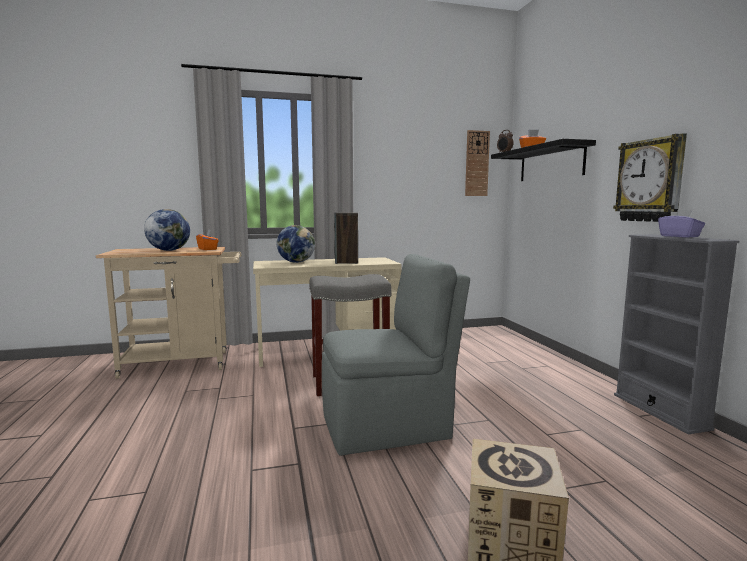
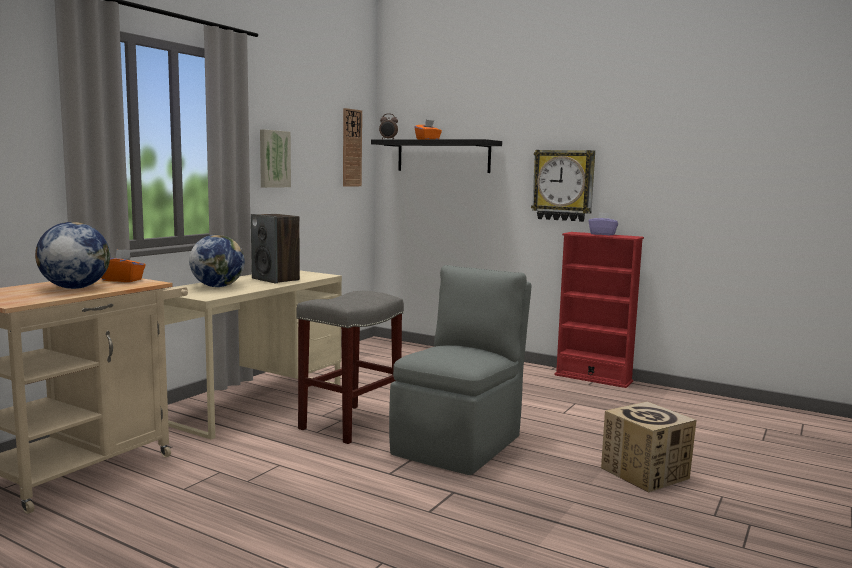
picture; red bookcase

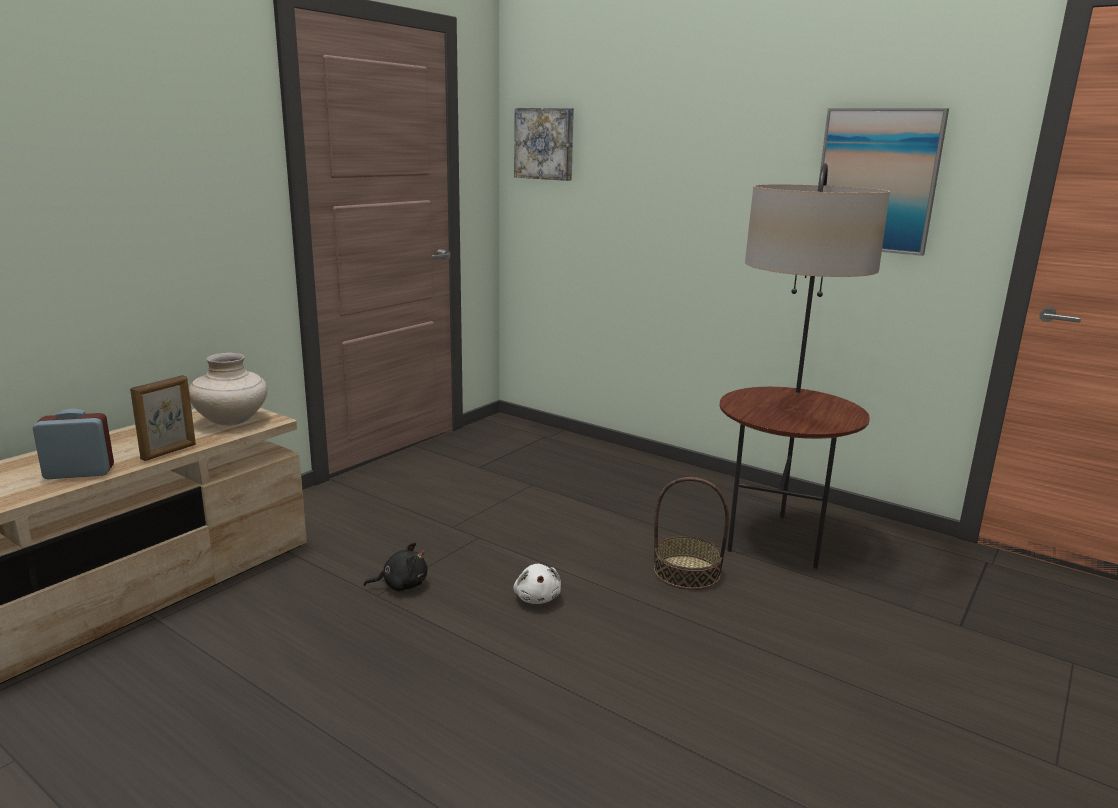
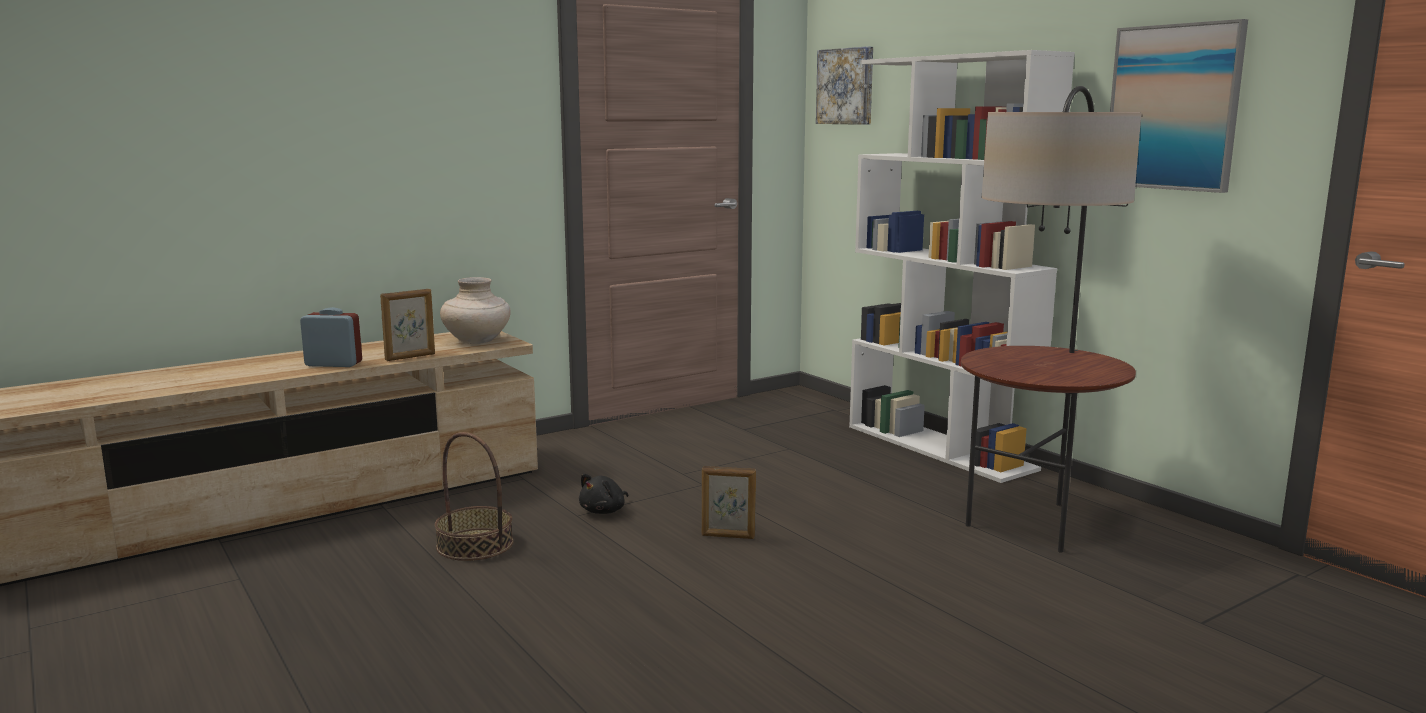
basket; black plush toy; picture frame (no. 2 from left); white bookcase

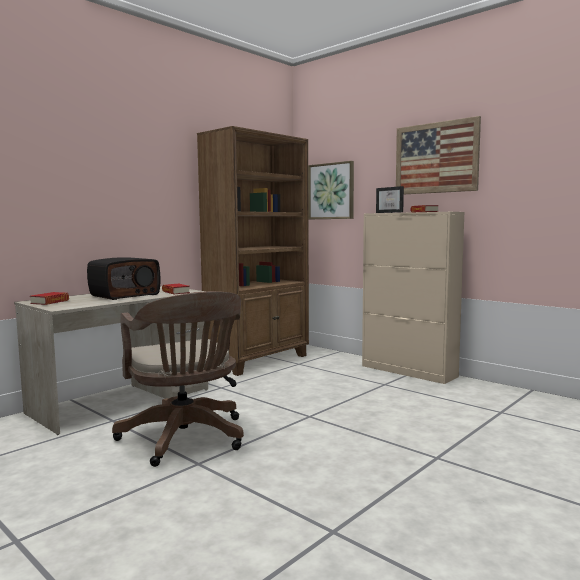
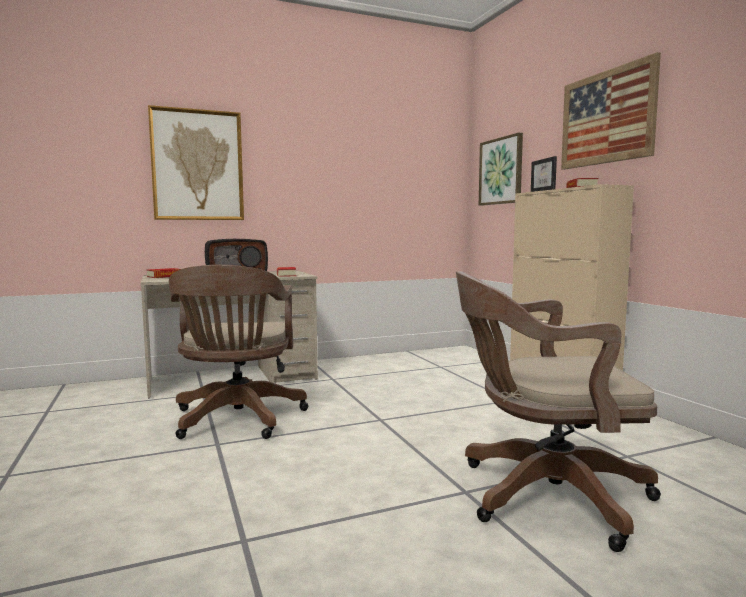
picture (no. 1 from left); brown office chair (no. 2 from left); brown bookcase

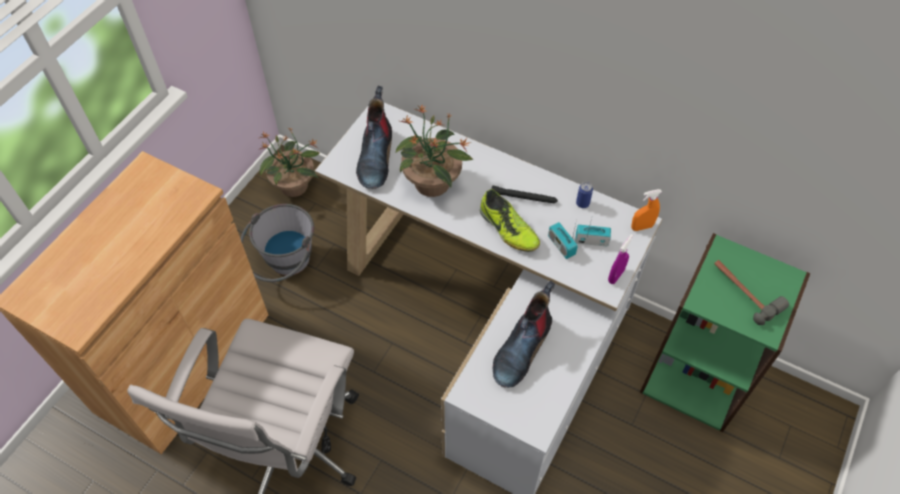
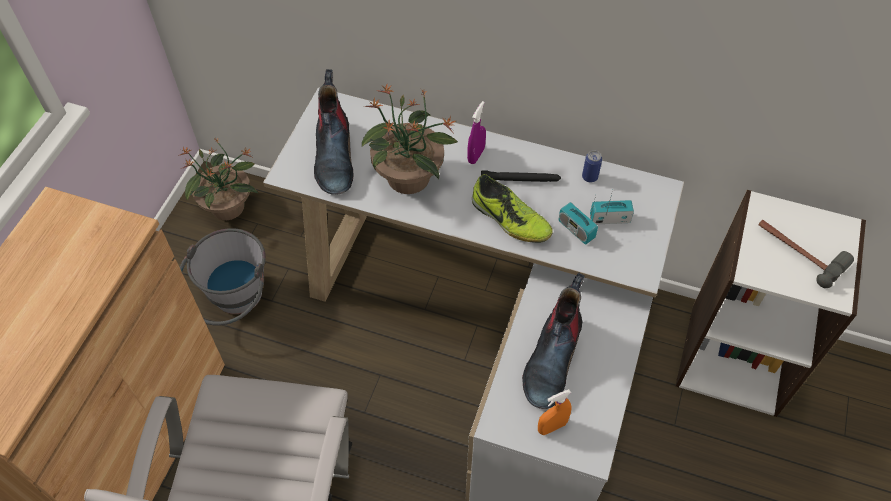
purple spray bottle; orange spray bottle; white bookcase

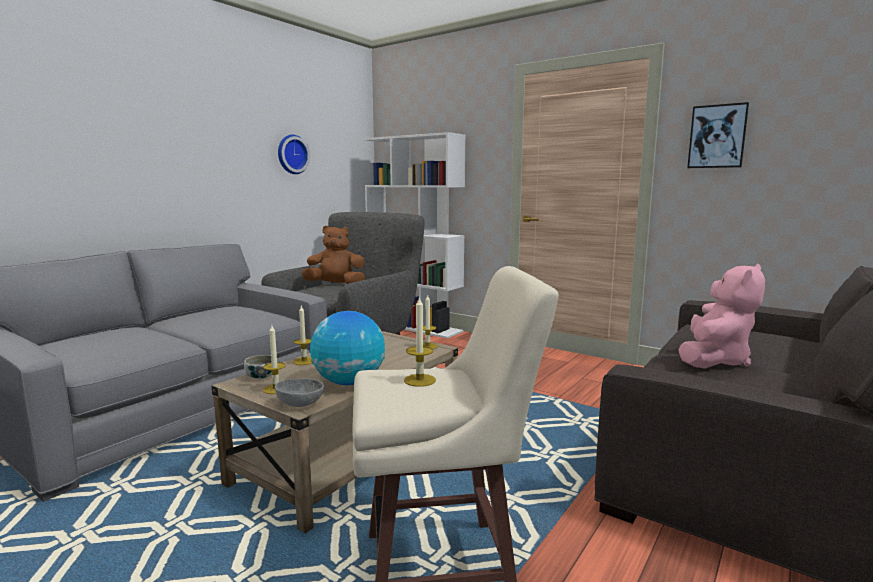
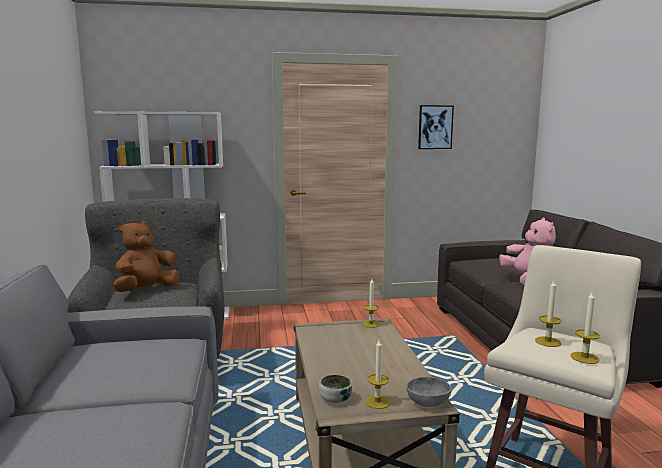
candle (no. 4 from left); wall clock; globe

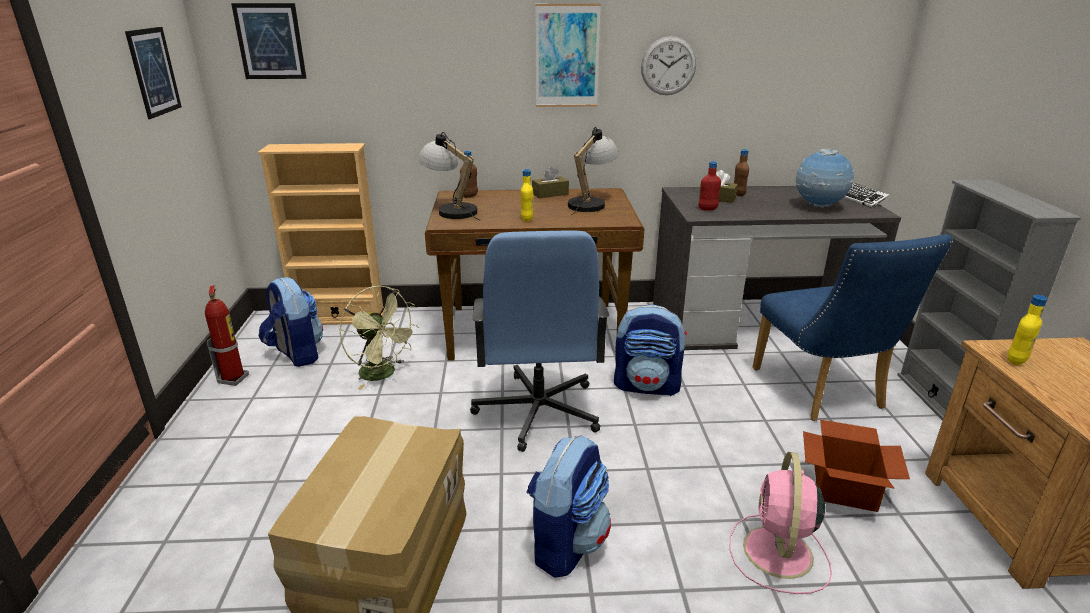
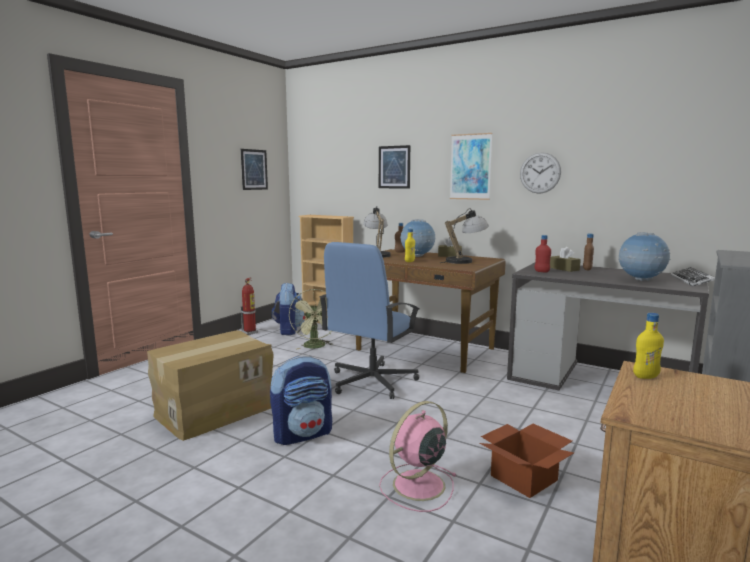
picture (no. 2 from left); globe (no. 1 from left); backpack (no. 3 from left in the first image); blue chair

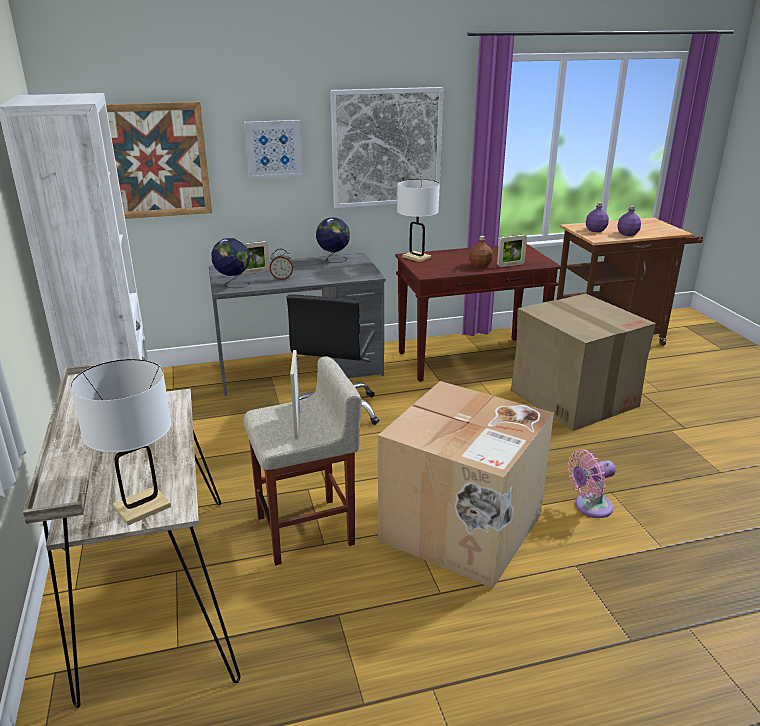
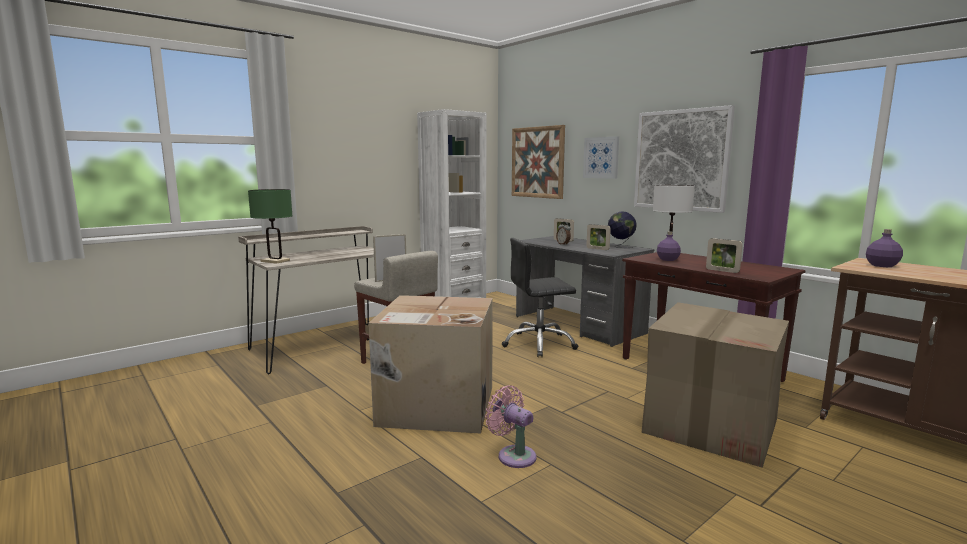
green table lamp; picture frame (no. 3 from left); purple bottle (no. 1 from left); globe (no. 1 from left in the first image); brown bottle

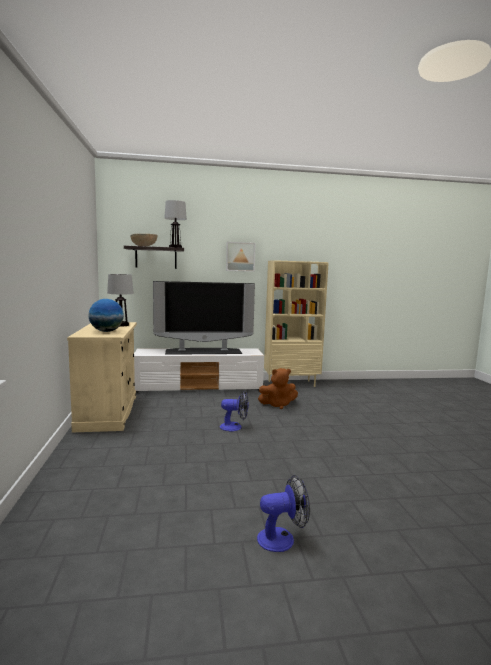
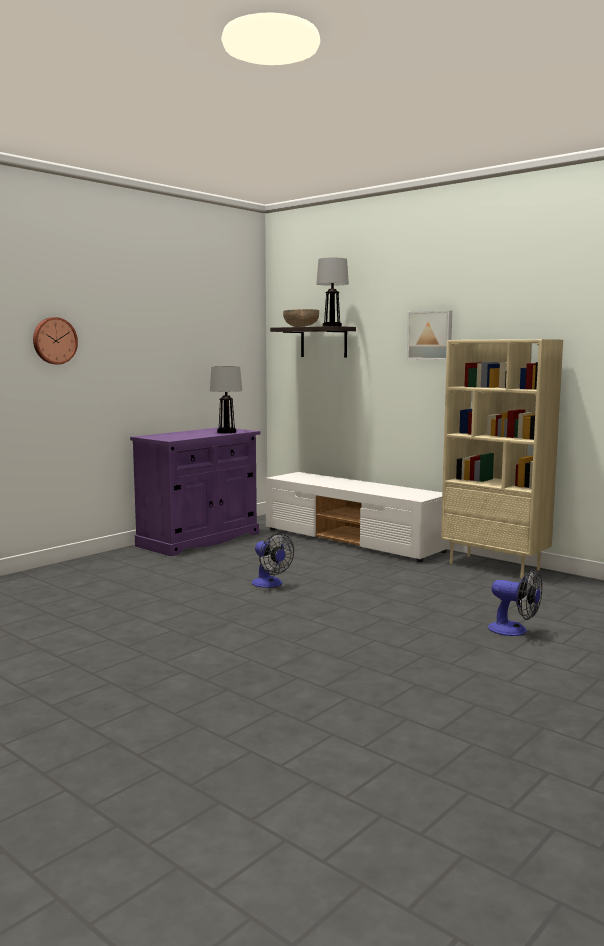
wall clock; purple cabinet; fan (no. 2 from left); globe; television; brown plush toy

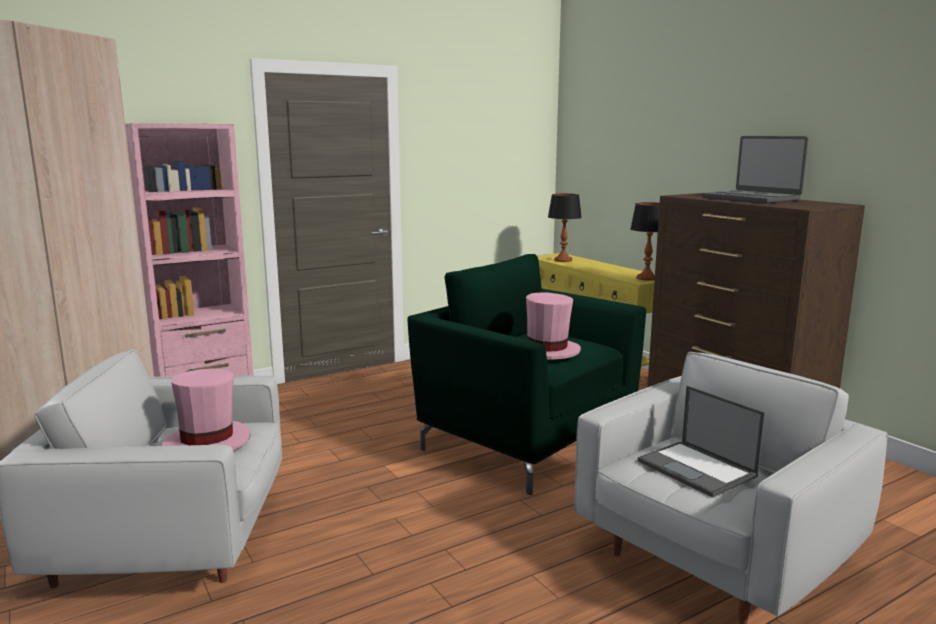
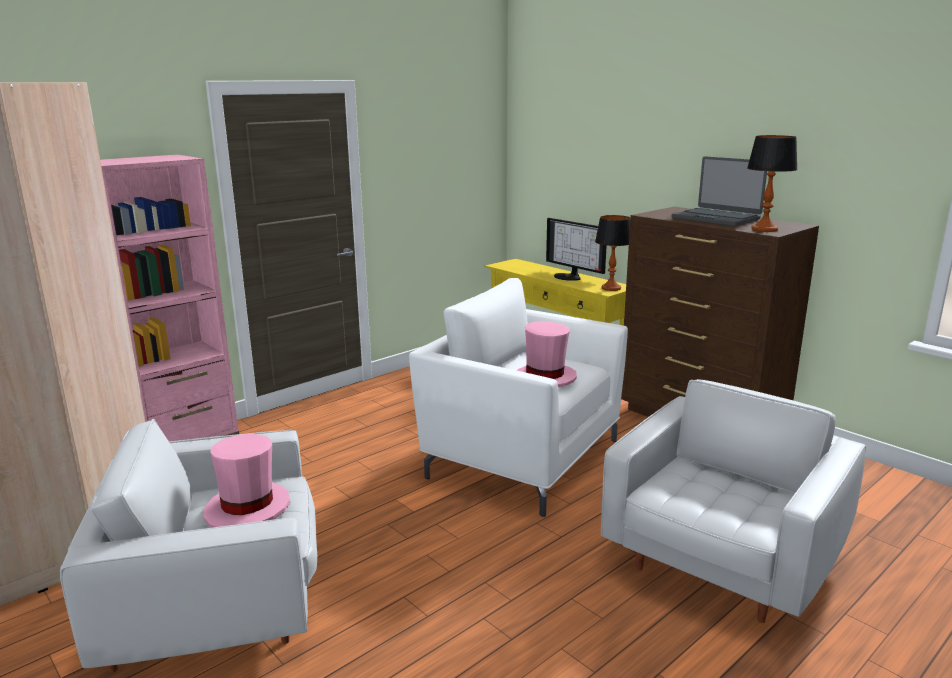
white armchair (no. 2 from left); monitor; table lamp (no. 2 from left); laptop (no. 1 from left in the first image)

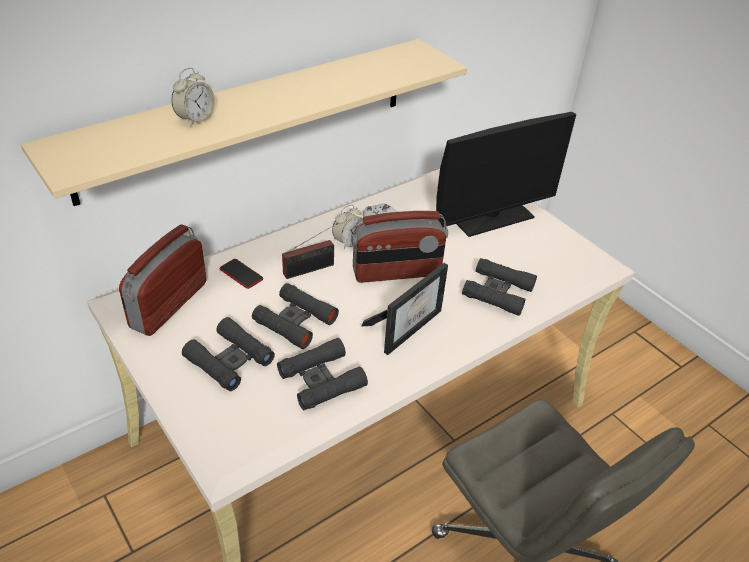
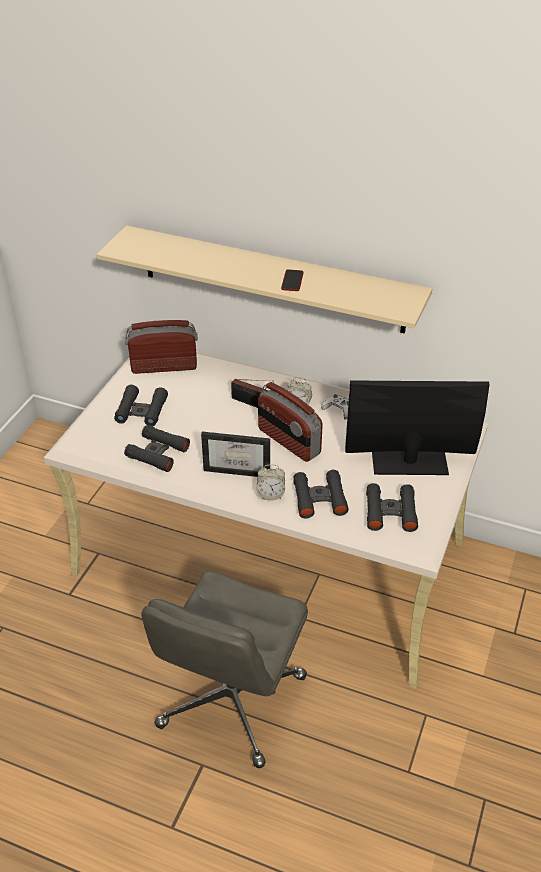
alarm clock (no. 1 from left); phone; monitor; black binoculars (no. 4 from left)

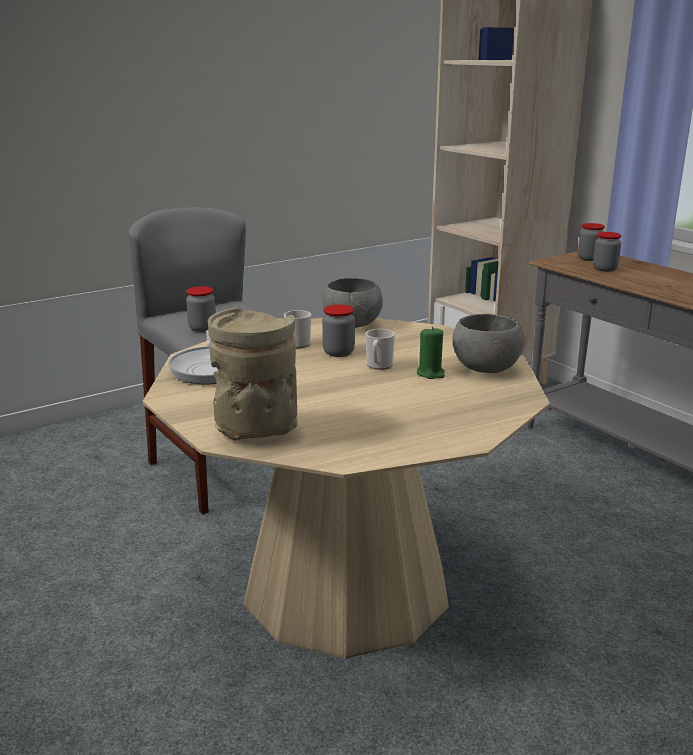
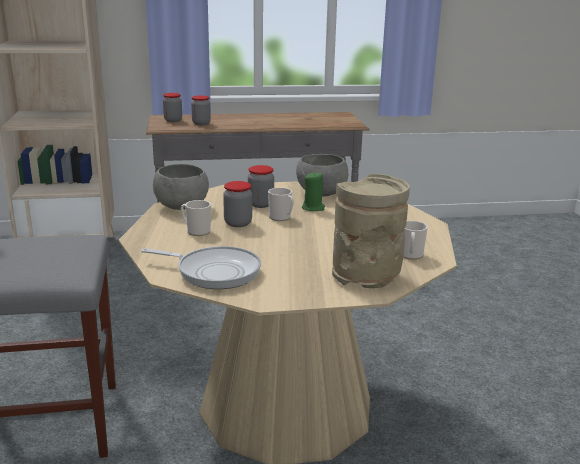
jar (no. 4 from left); mug (no. 3 from left)

